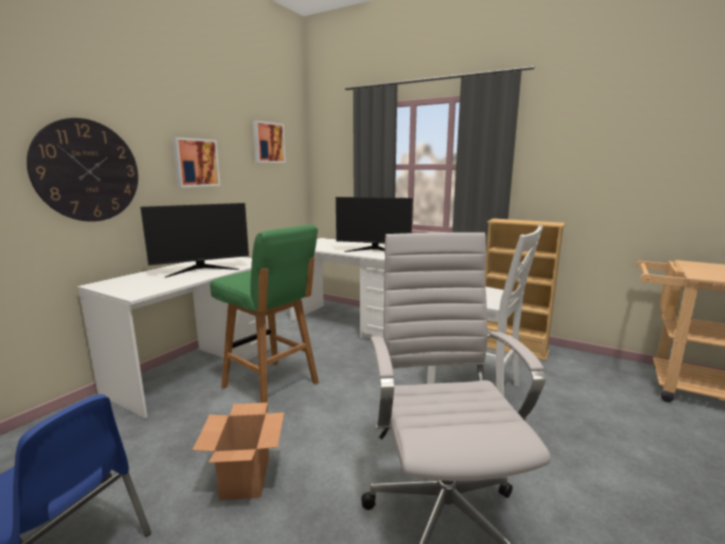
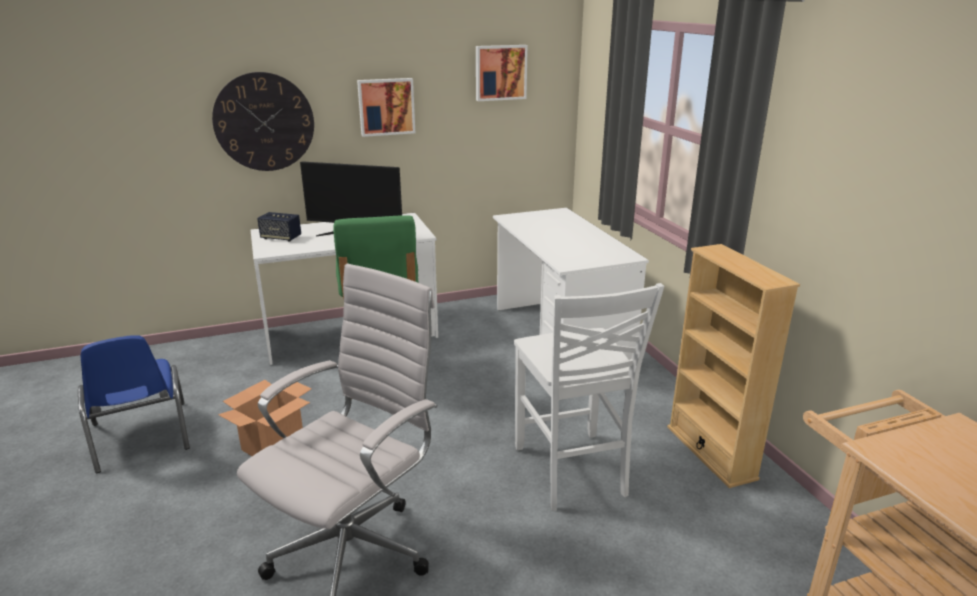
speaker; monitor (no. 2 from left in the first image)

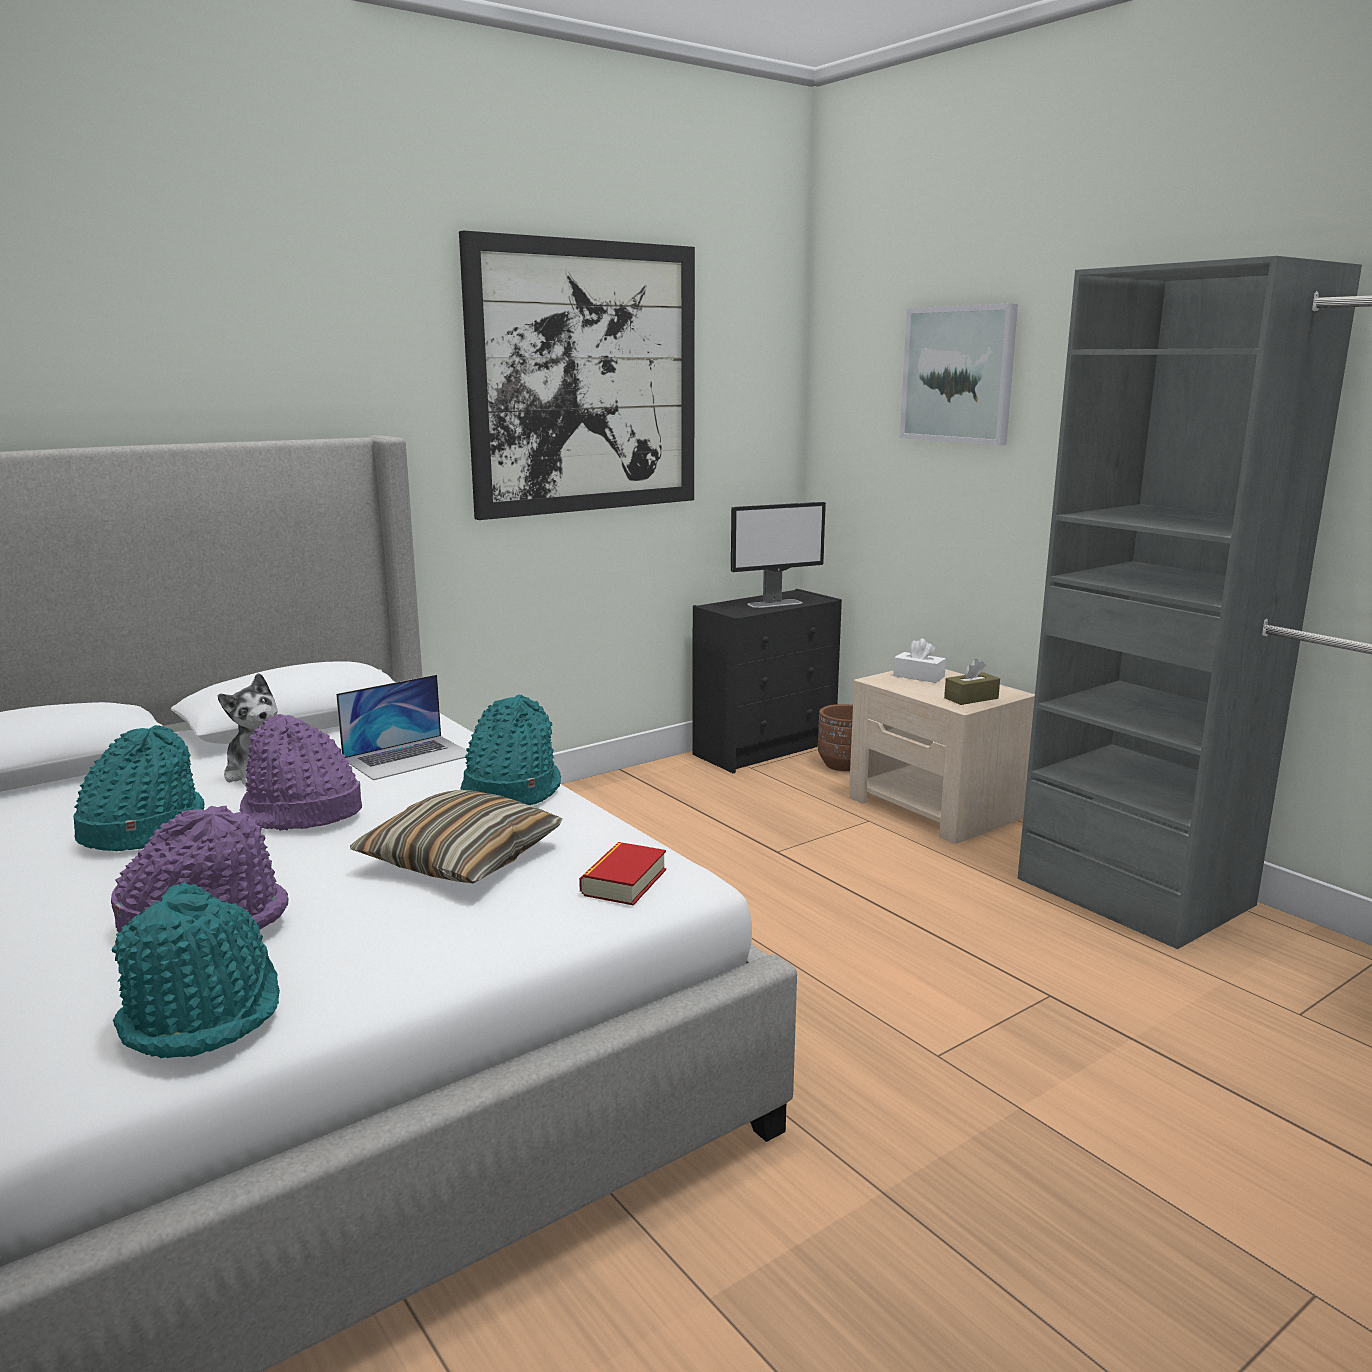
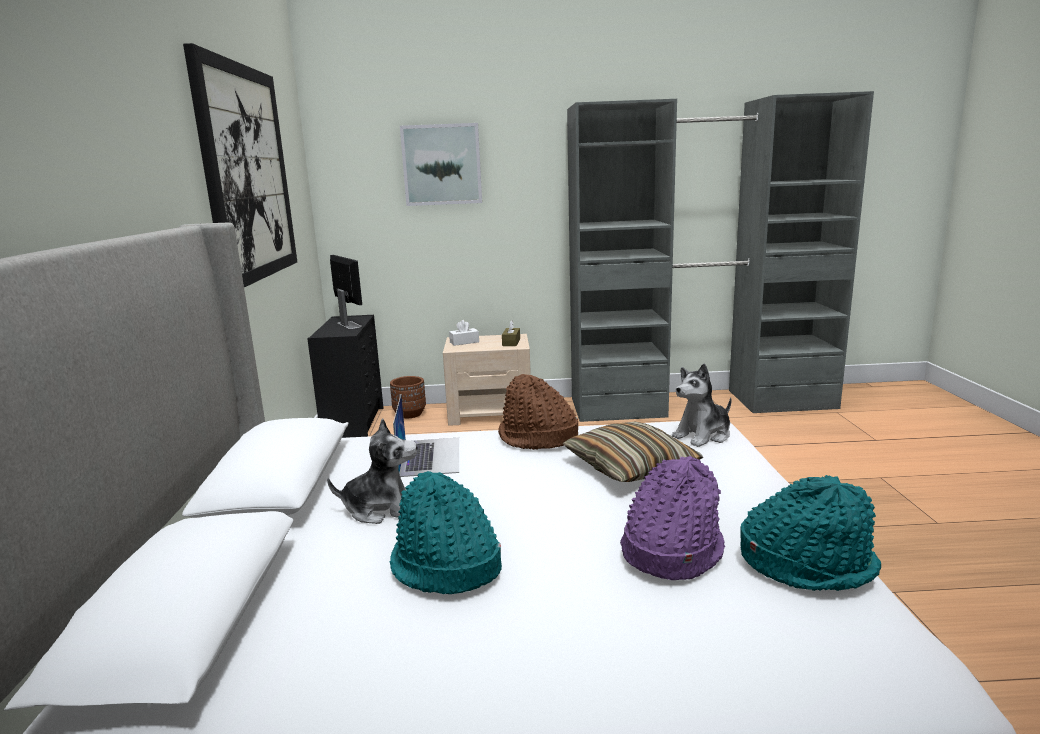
monitor; brown hat; plush toy (no. 2 from left); purple hat (no. 2 from left in the first image)

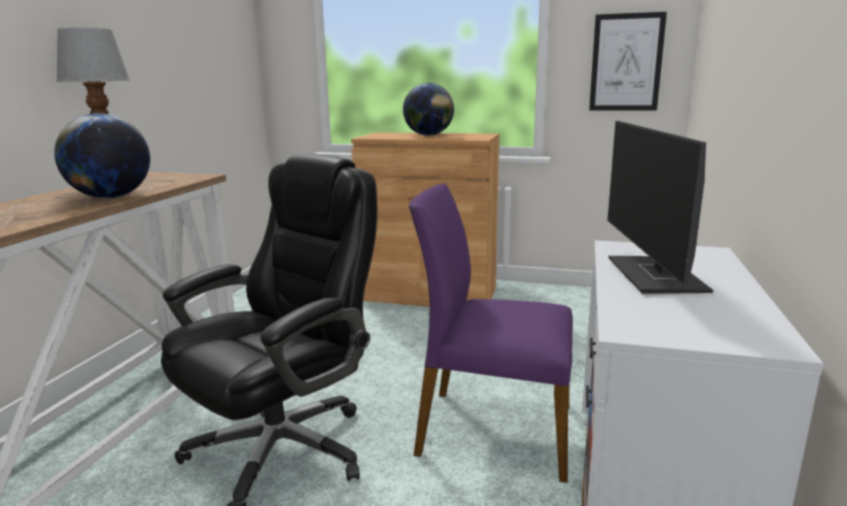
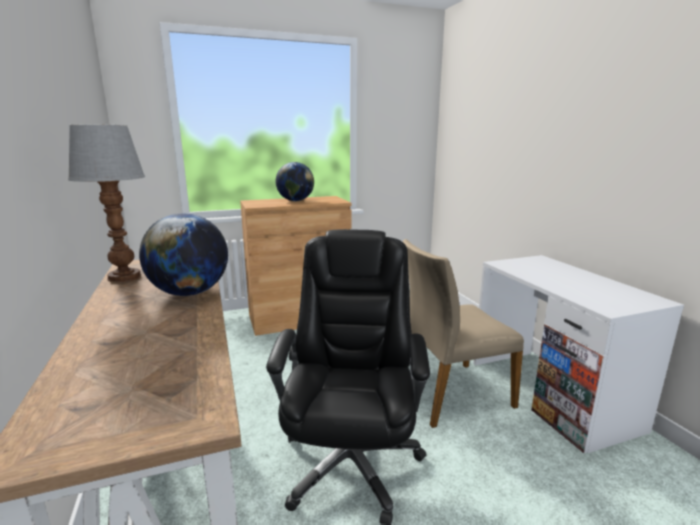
beige chair; picture; monitor

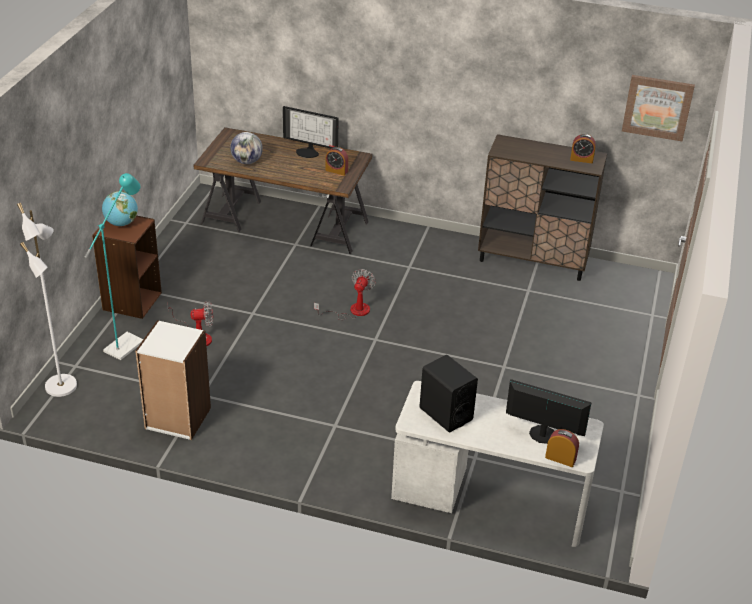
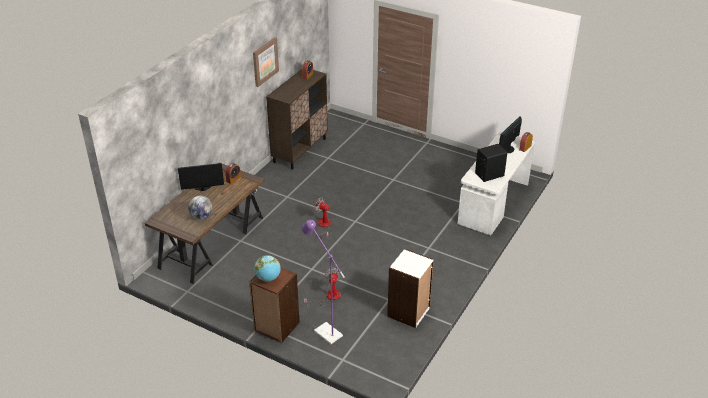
monitor (no. 1 from left); picture; purple floor lamp; white floor lamp

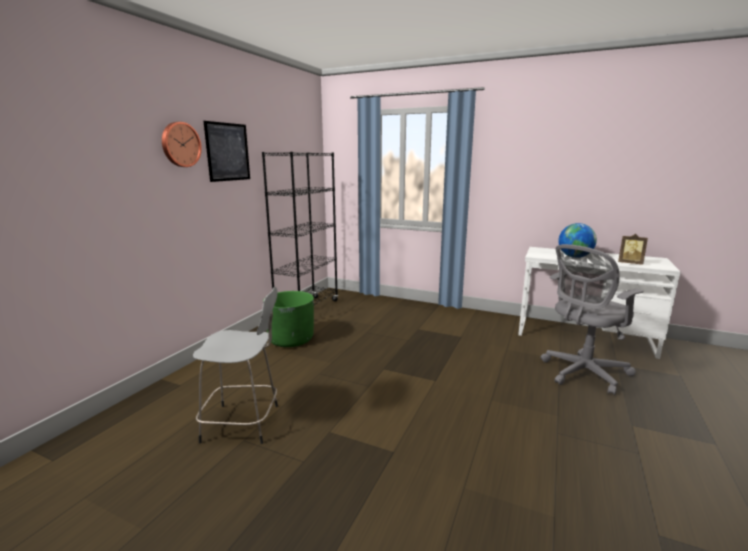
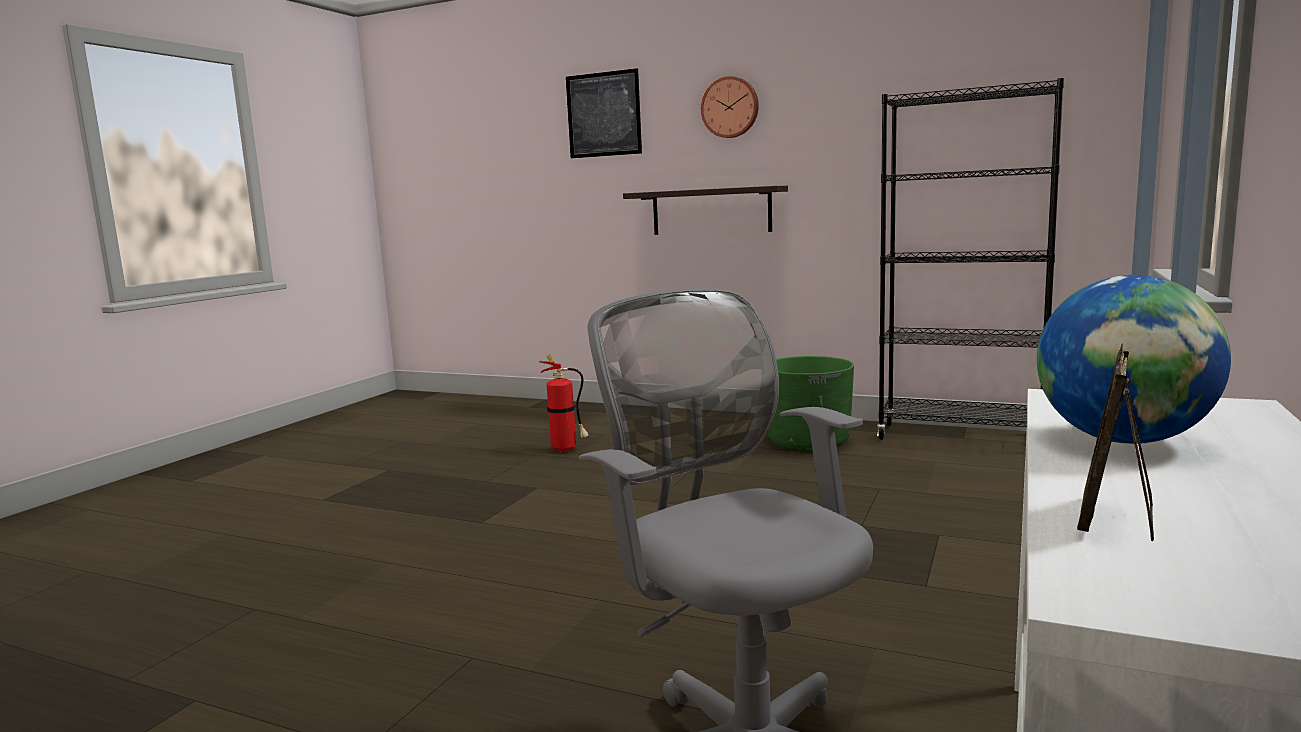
fire extinguisher; picture; shelf

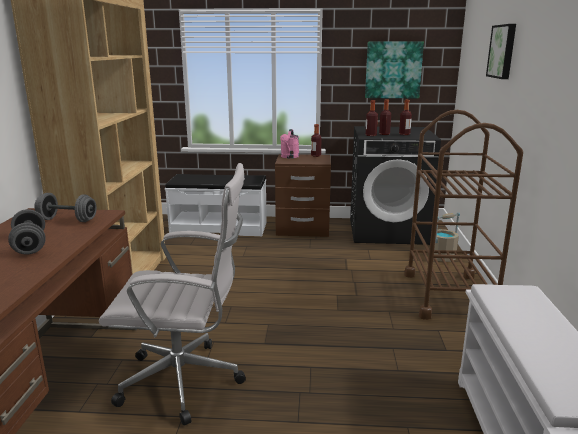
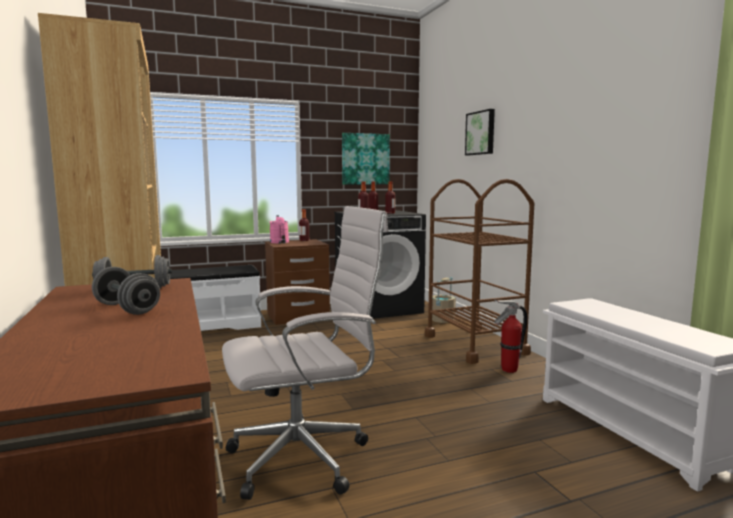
fire extinguisher

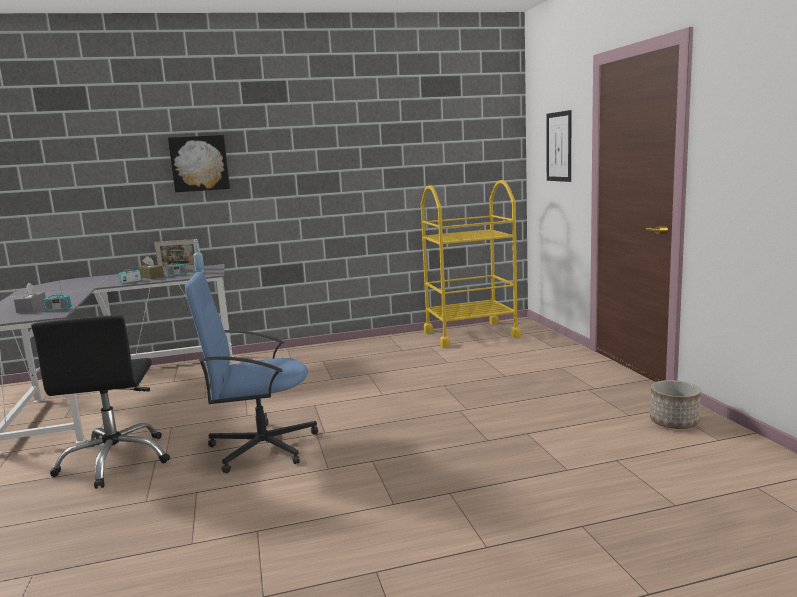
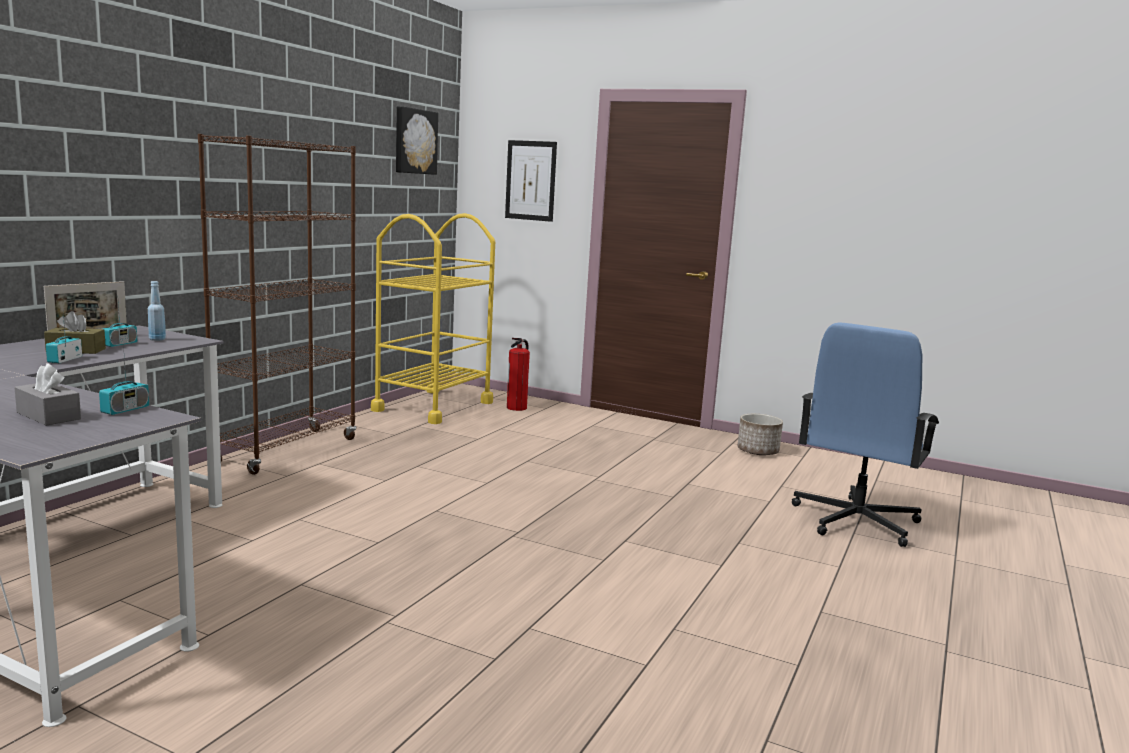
brown bookcase; picture (no. 1 from left); fire extinguisher; blue office chair; black office chair

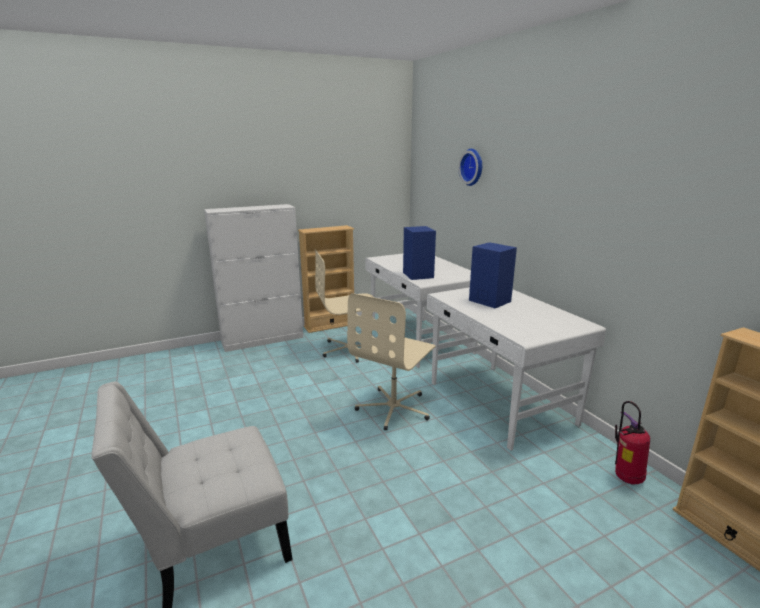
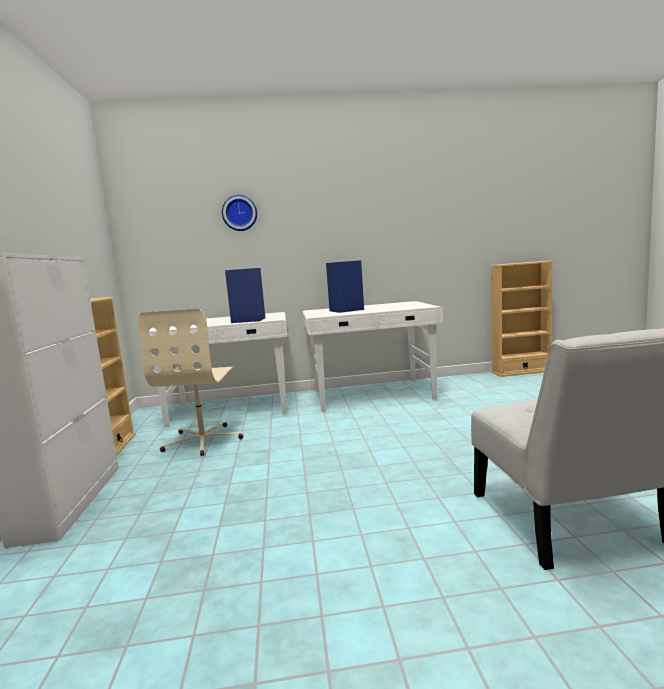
beige office chair (no. 2 from left in the first image); fire extinguisher

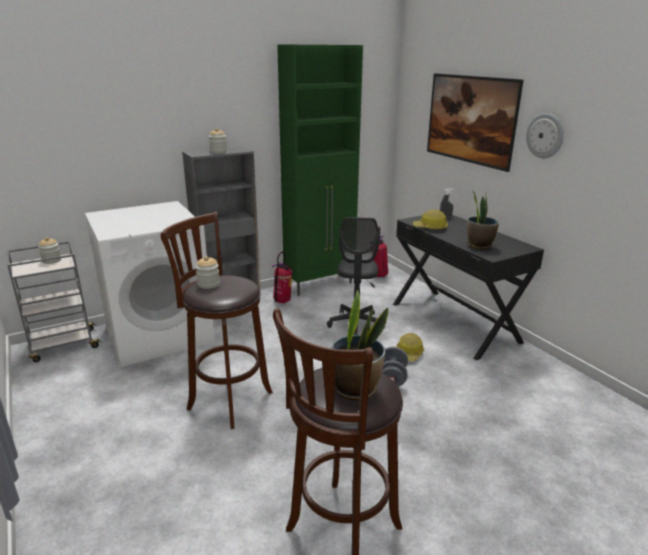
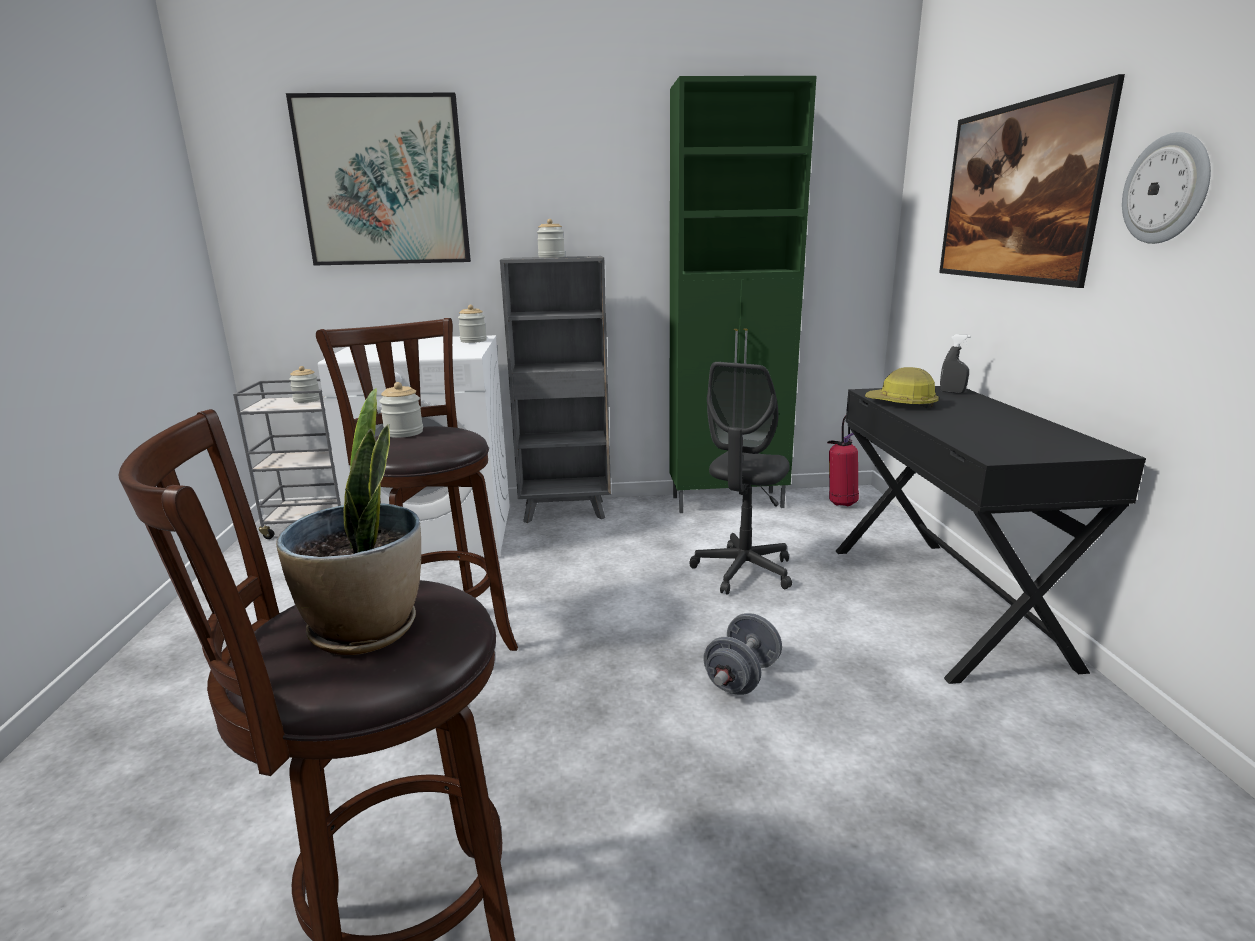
picture (no. 1 from left); jar (no. 3 from left); fire extinguisher (no. 1 from left in the first image); hard hat (no. 1 from left in the first image); potted plant (no. 2 from left in the first image)

